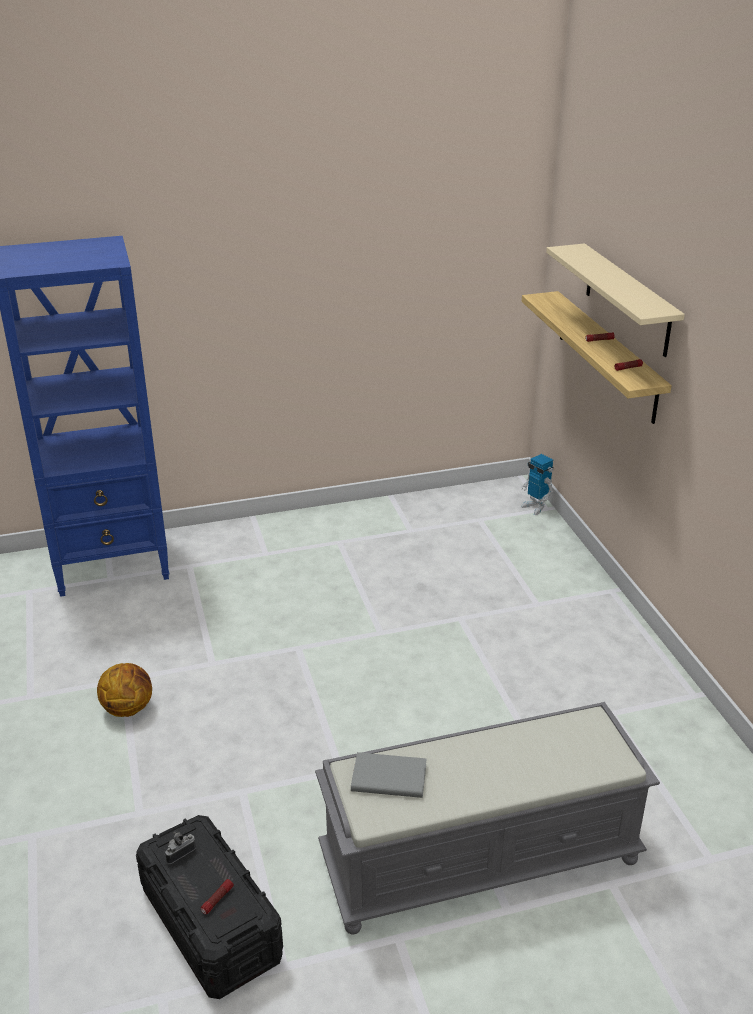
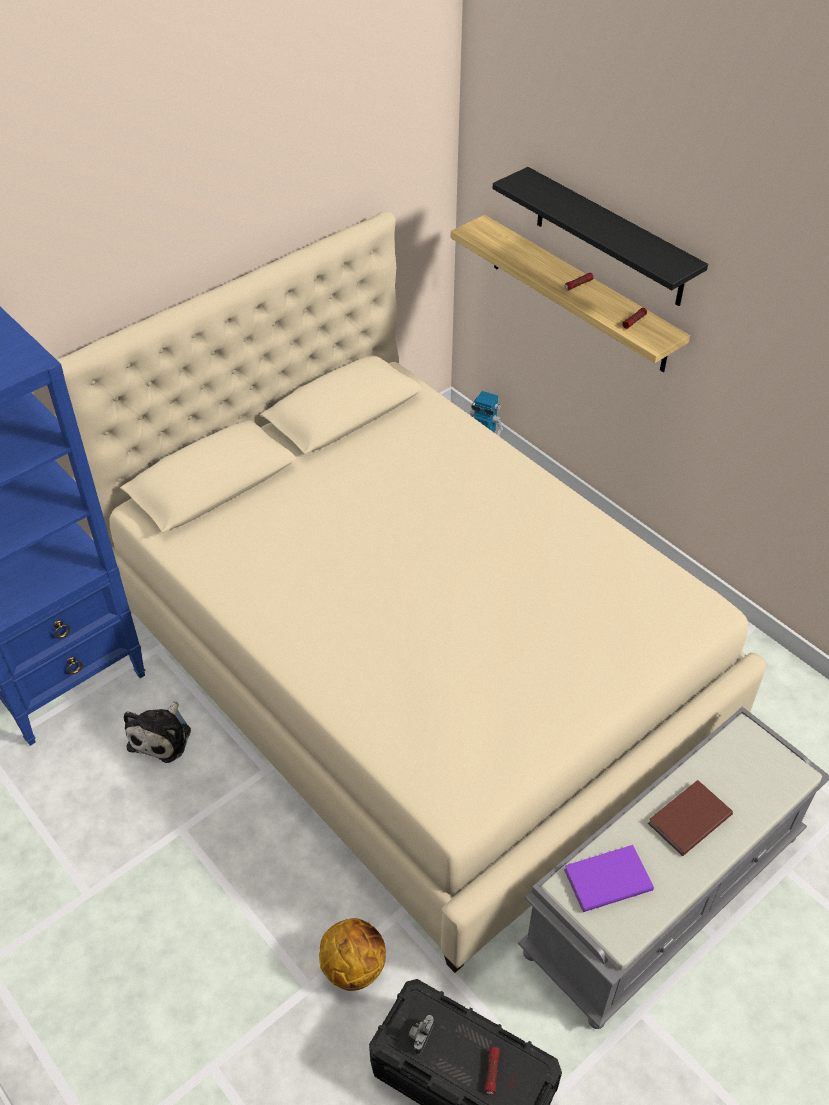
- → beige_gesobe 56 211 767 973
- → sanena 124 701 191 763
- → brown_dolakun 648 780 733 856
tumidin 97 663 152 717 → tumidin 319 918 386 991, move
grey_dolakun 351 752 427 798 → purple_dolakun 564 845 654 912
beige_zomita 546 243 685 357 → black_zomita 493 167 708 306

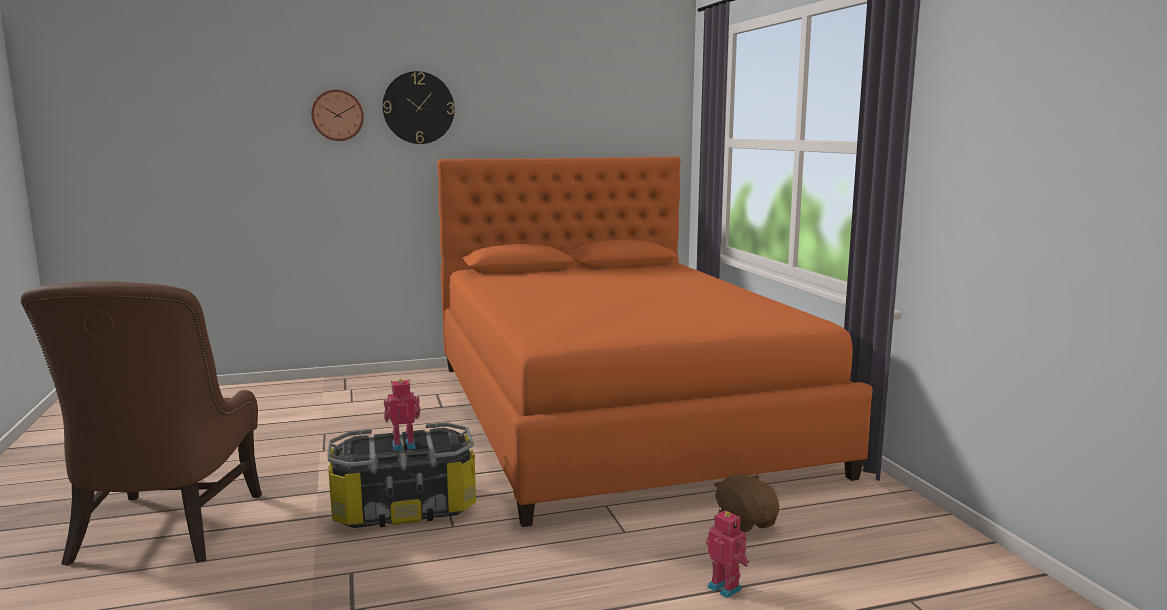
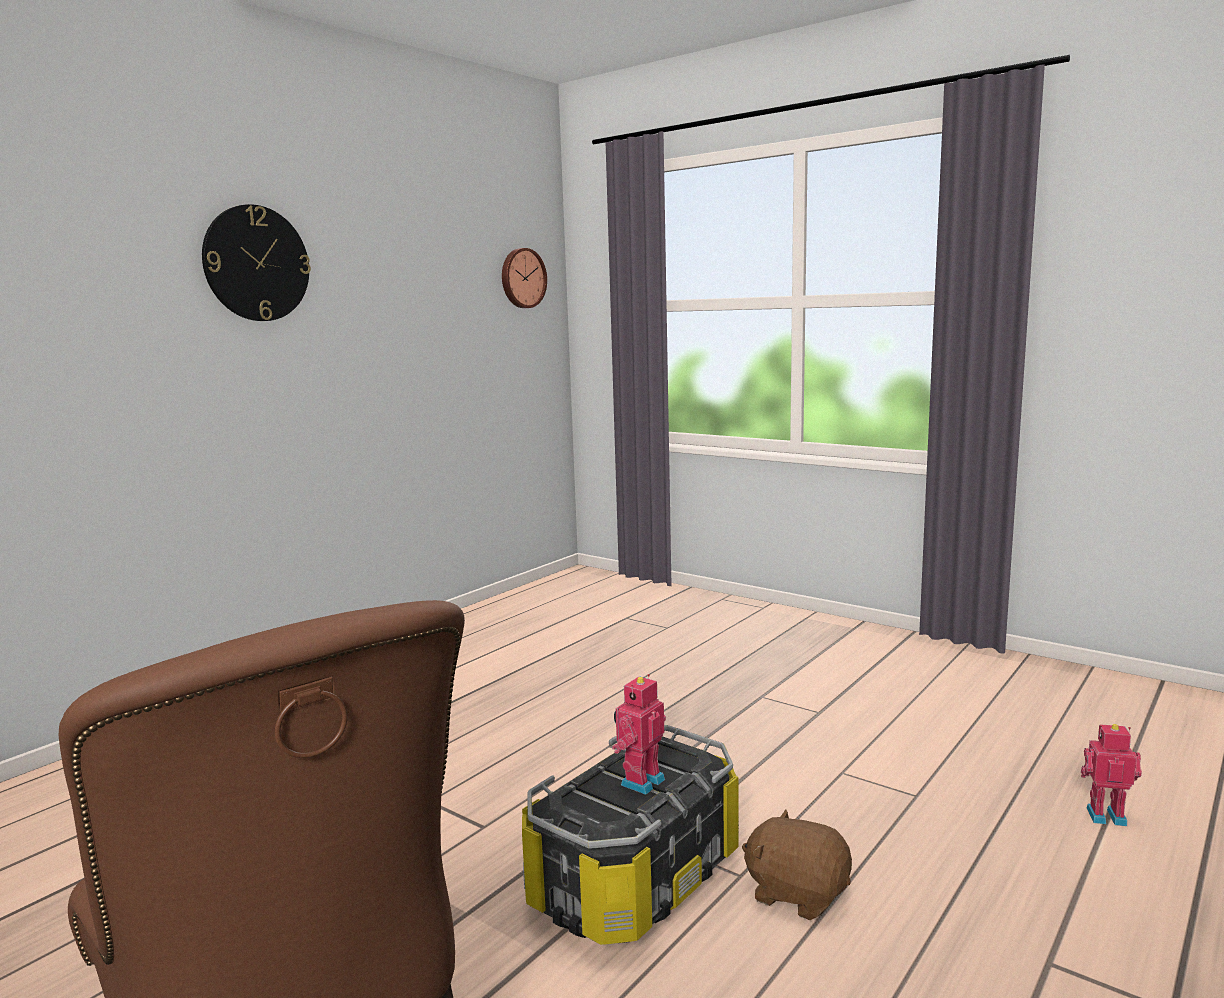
orange_gesobe 437 156 873 527 → -
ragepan 311 89 364 141 → ragepan 502 248 547 308, move
brown_sanena 714 473 779 533 → brown_sanena 742 809 852 920, move

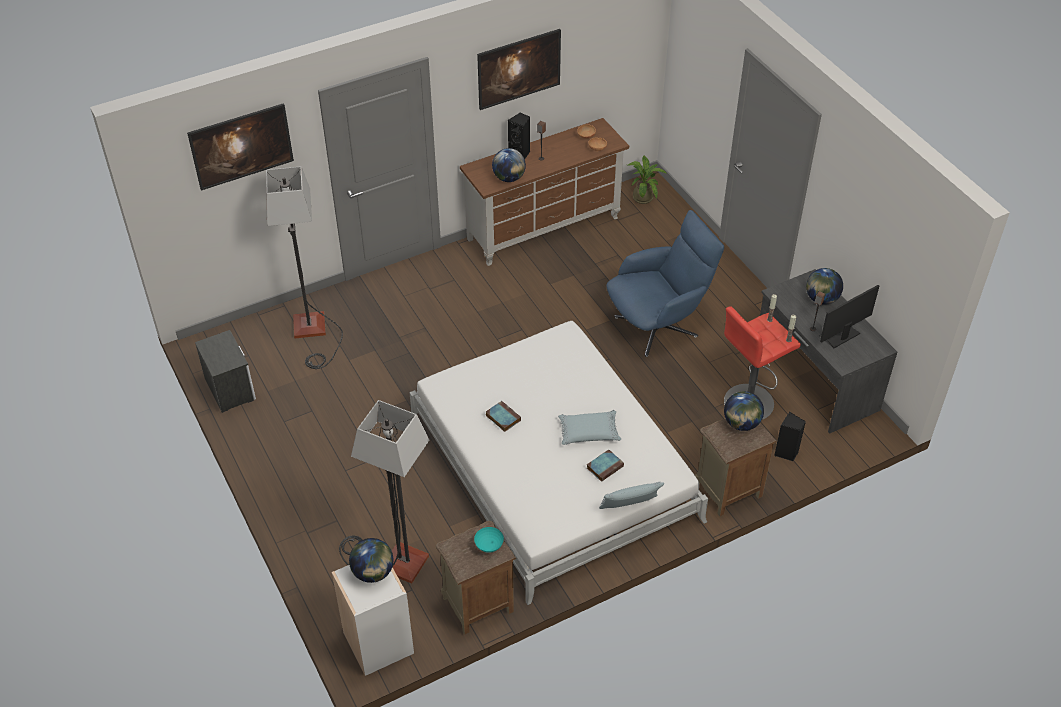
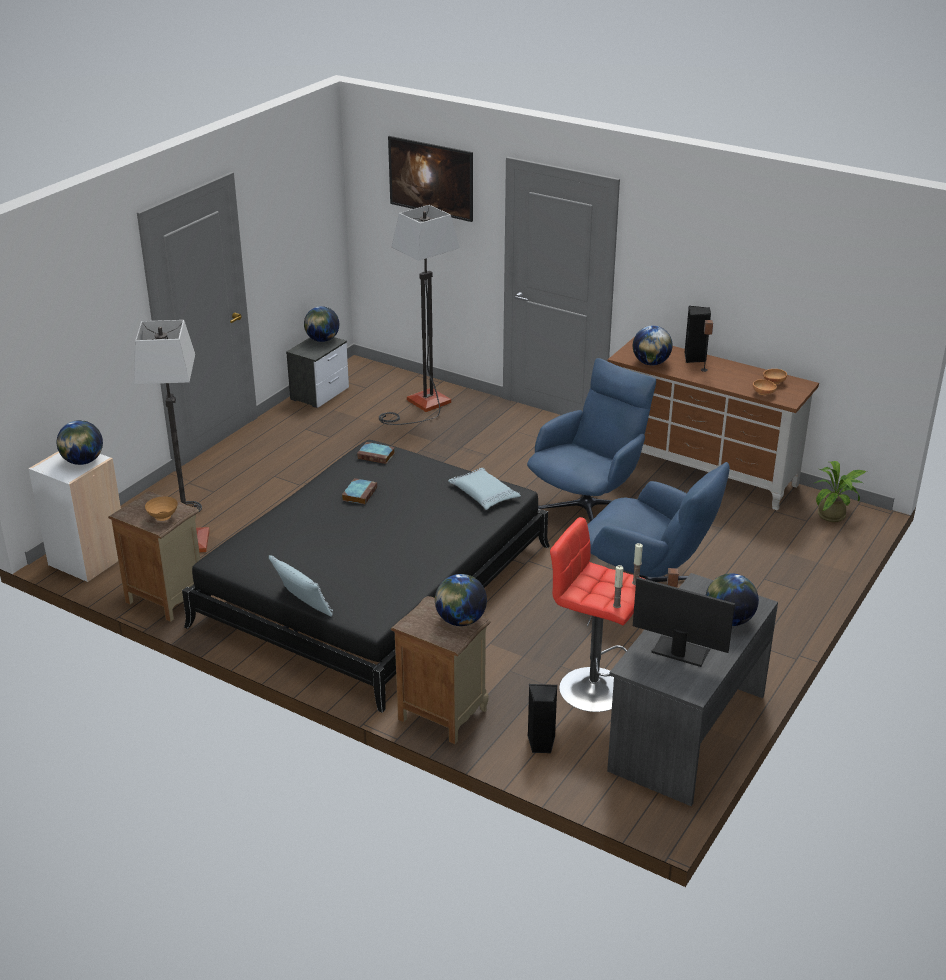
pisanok 477 29 561 110 → -
- → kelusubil 304 306 339 342
- → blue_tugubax 527 358 656 522
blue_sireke 558 410 621 445 → blue_sireke 448 468 521 510, move
dolakun 587 449 624 482 → dolakun 357 442 395 464, move
white_gesobe 409 321 708 605 → black_gesobe 182 440 550 713
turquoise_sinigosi 474 527 504 553 → brown_sinigosi 145 496 178 521

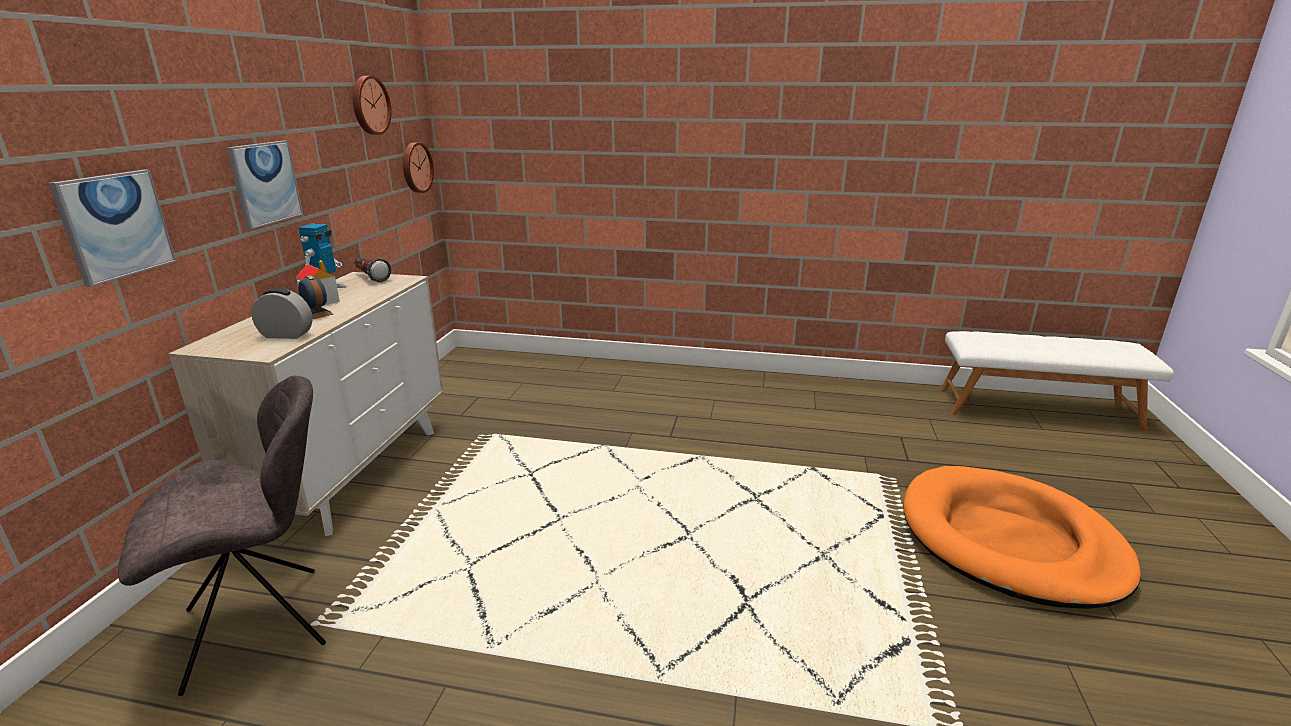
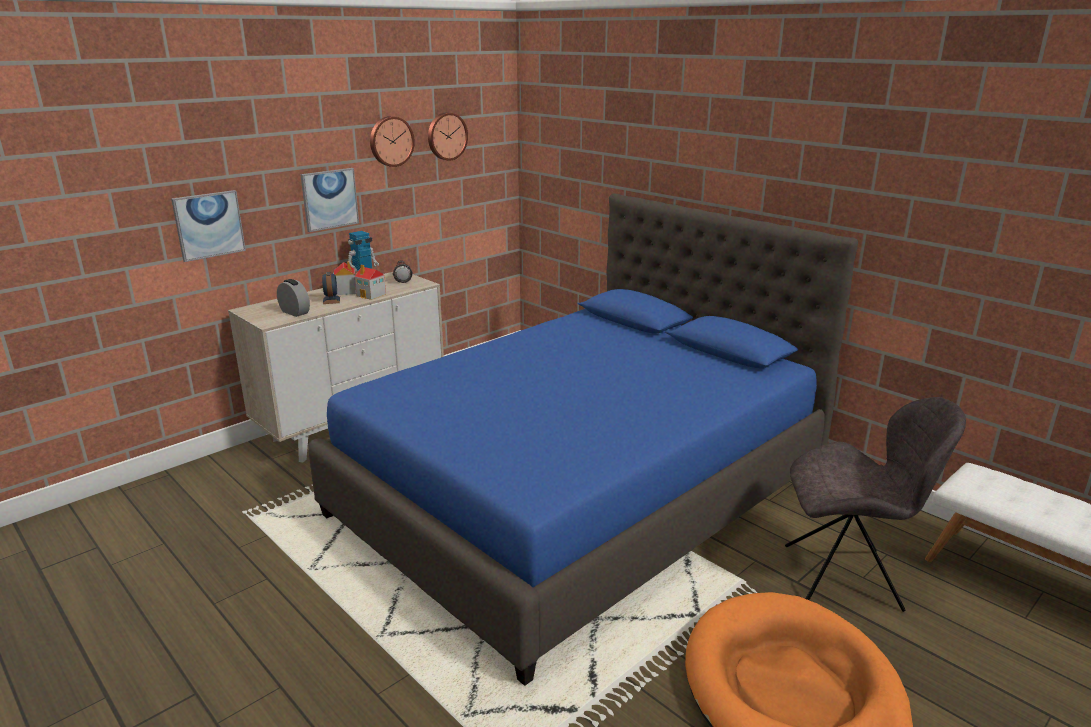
- → blue_gesobe 308 193 858 686
- → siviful 355 265 386 300
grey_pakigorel 118 375 326 696 → grey_pakigorel 785 397 966 612, move
ragepan 403 142 434 193 → ragepan 370 116 415 167, move

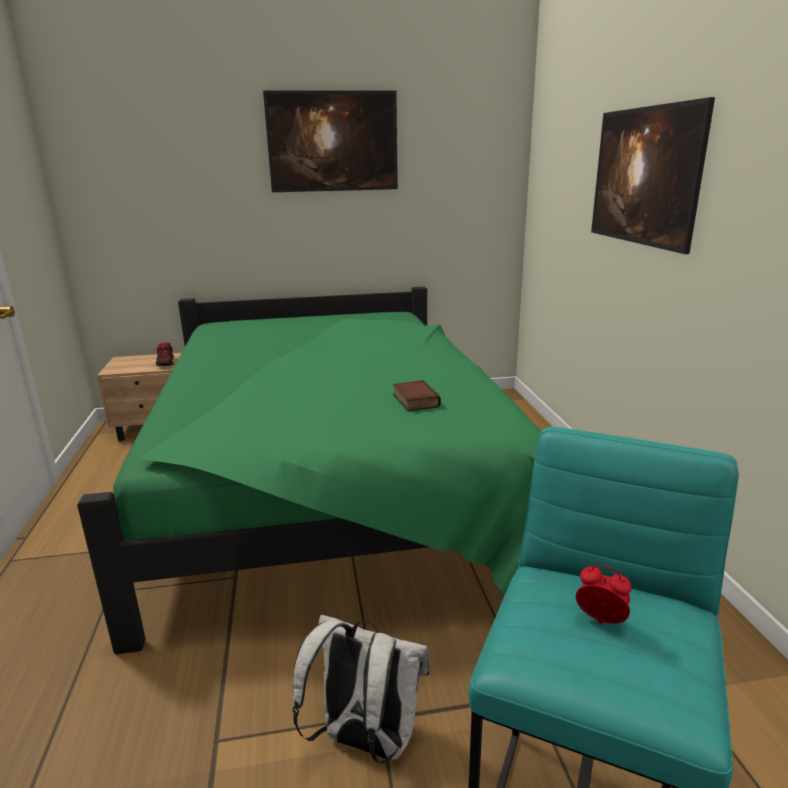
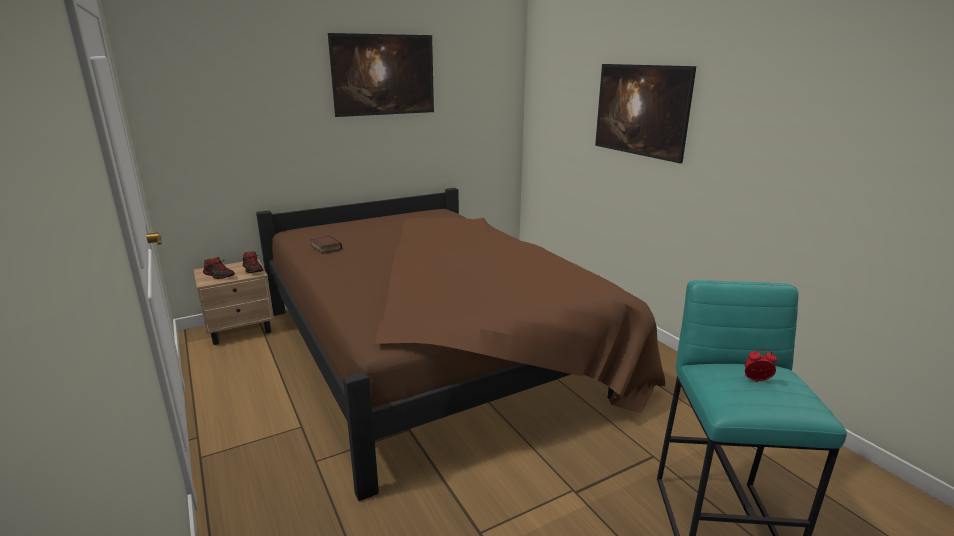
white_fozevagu 292 615 430 764 → -
- → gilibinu 203 257 235 279
dolakun 393 380 441 411 → dolakun 310 236 342 254, move
green_gesobe 77 287 542 654 → brown_gesobe 256 188 665 501

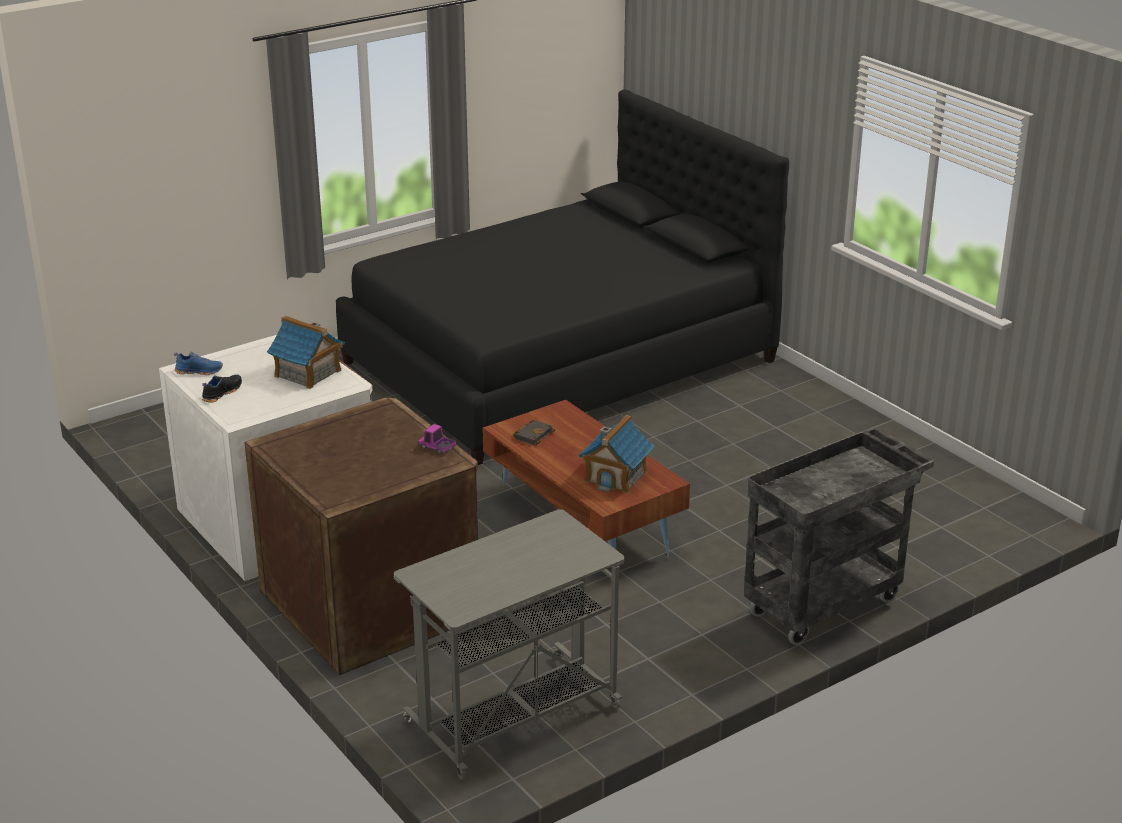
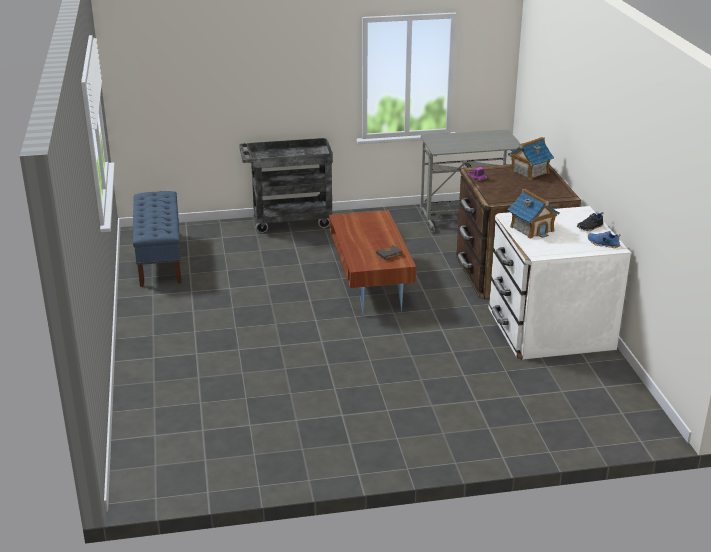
black_gesobe 336 90 789 465 → -
- → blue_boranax 133 191 182 287
siviful 579 415 654 493 → siviful 508 137 554 180, move

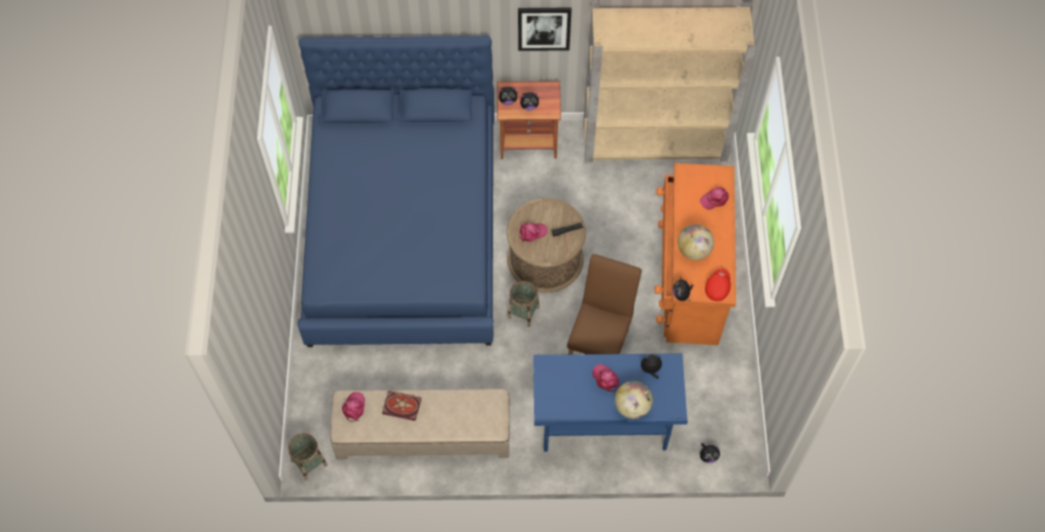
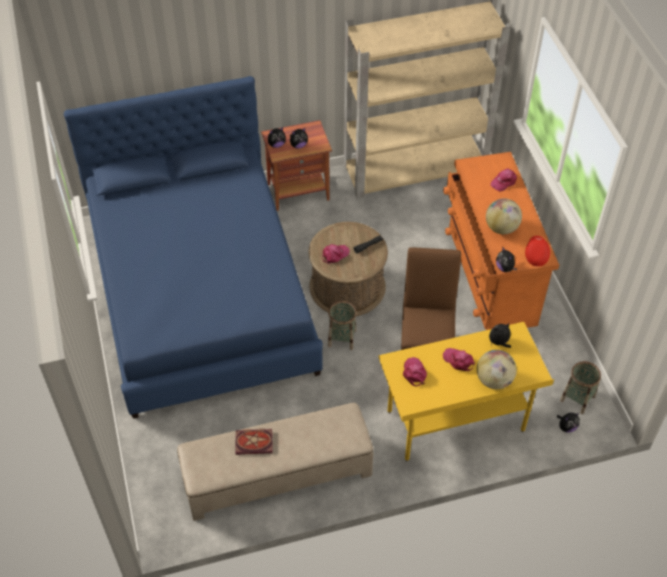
pisanok 518 8 571 51 → -
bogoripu 288 434 327 480 → bogoripu 560 361 601 414, move
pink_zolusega 342 392 365 422 → pink_zolusega 403 357 427 387, move
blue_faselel 533 353 688 452 → yellow_faselel 378 322 554 461

